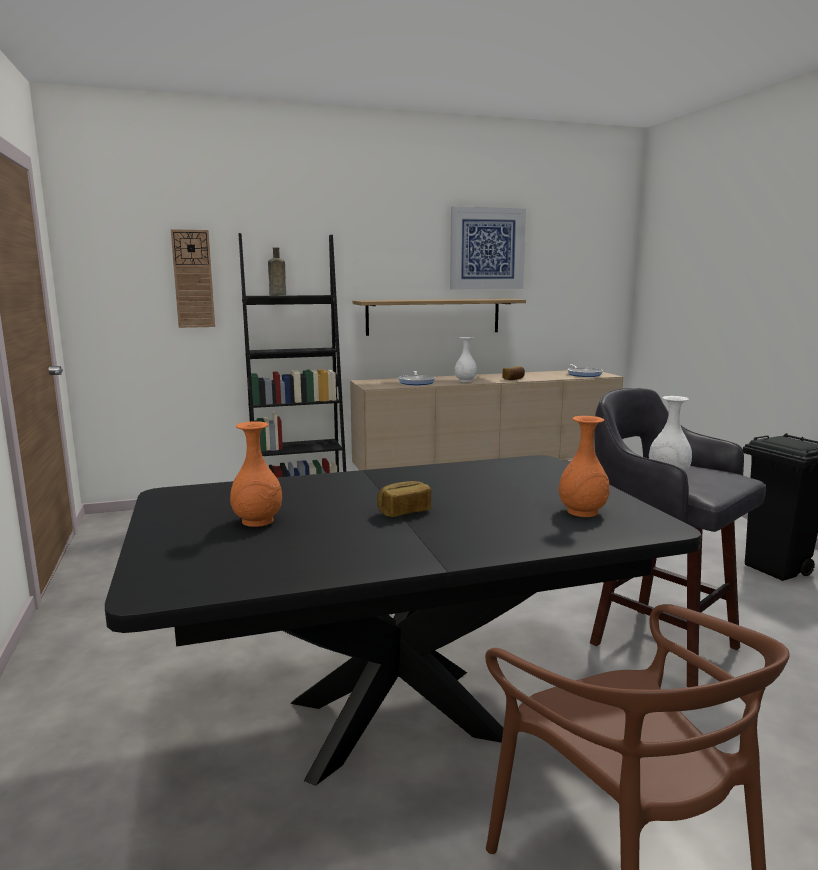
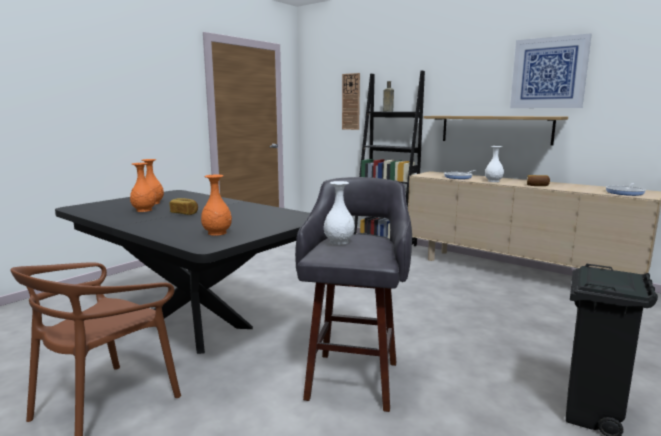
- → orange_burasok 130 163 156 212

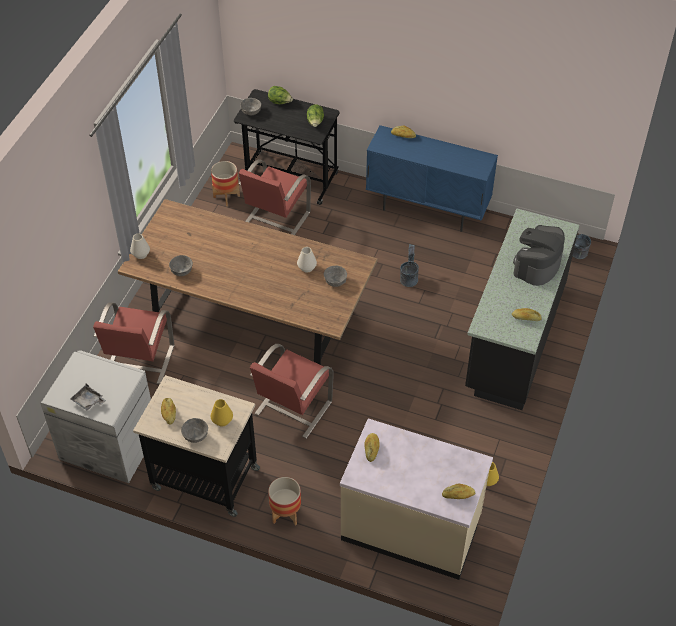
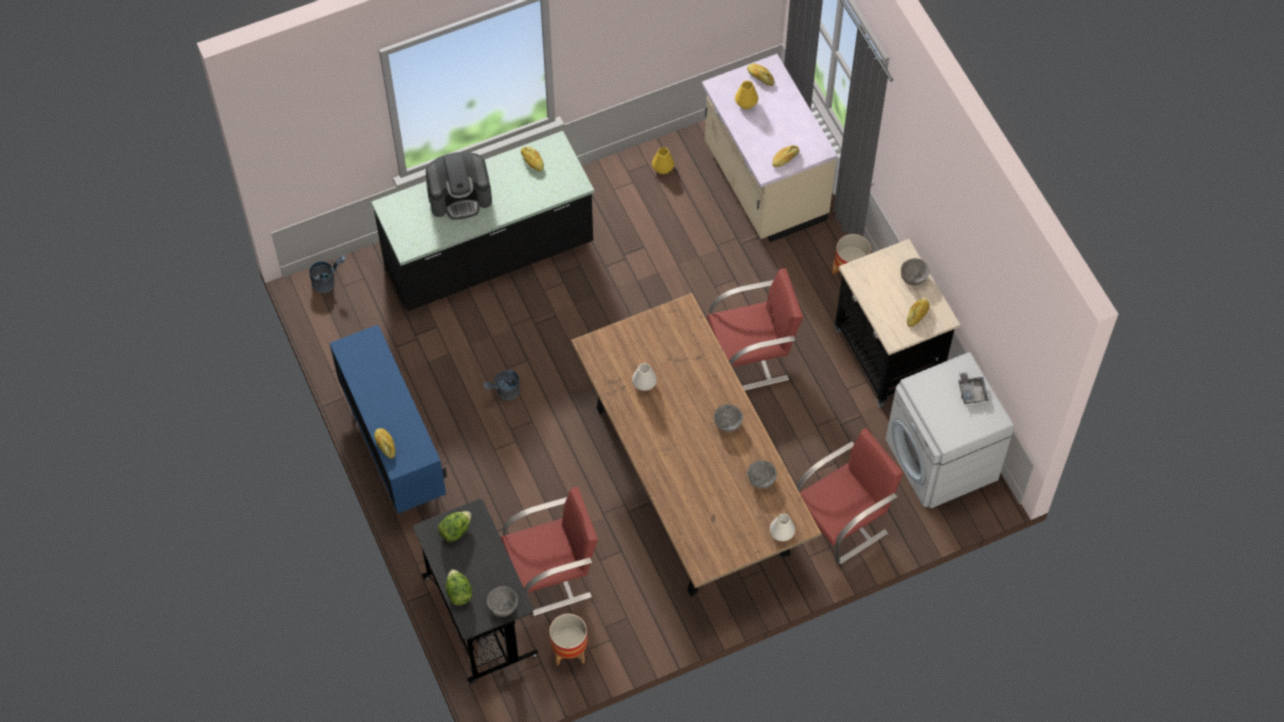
yellow_burasok 211 399 233 426 → yellow_burasok 735 81 758 109, move
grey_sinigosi 324 265 347 287 → grey_sinigosi 714 404 743 432, move

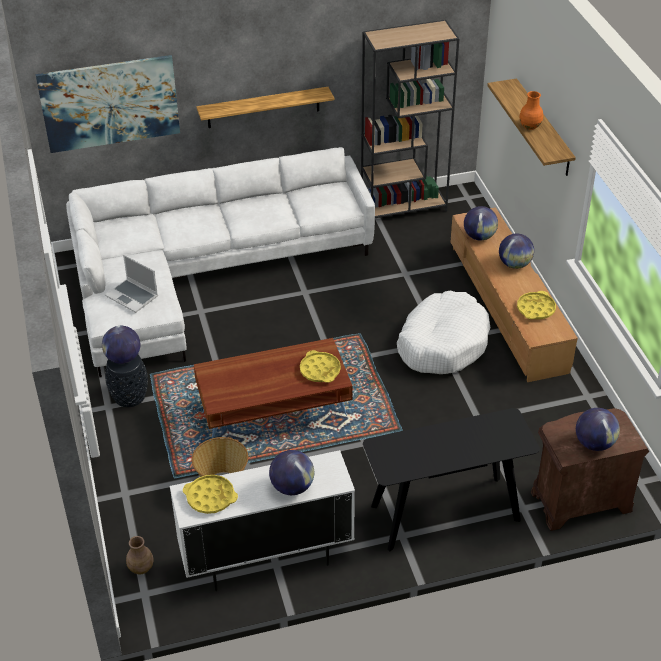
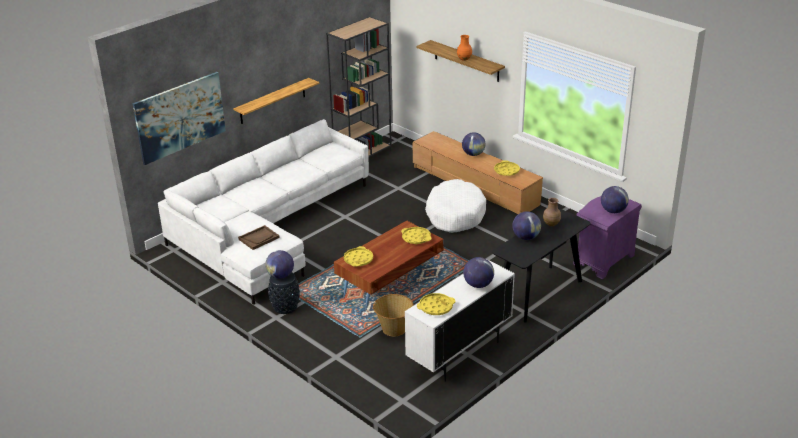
- → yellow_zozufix 344 246 373 267
brown_burasok 126 536 154 574 → brown_burasok 543 198 561 226, move
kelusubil 464 206 498 241 → kelusubil 512 211 541 240, move
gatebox 105 255 158 313 → brown_zozufix 238 225 280 250
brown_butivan 531 408 650 531 → purple_butivan 573 196 642 279

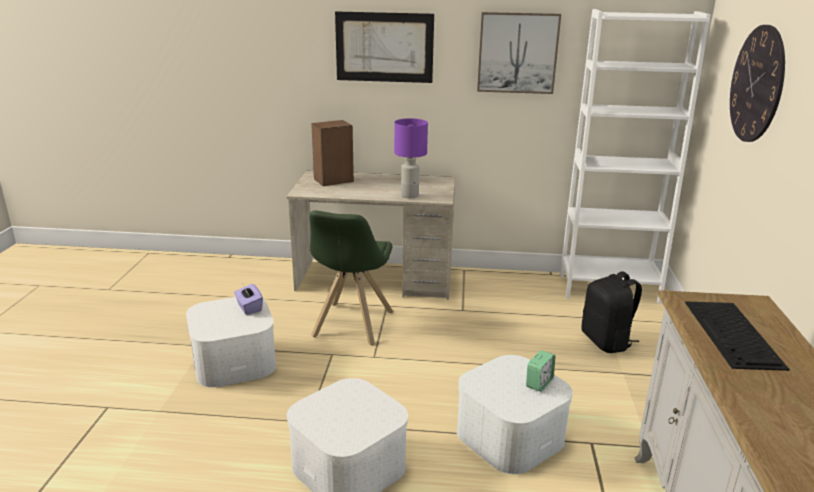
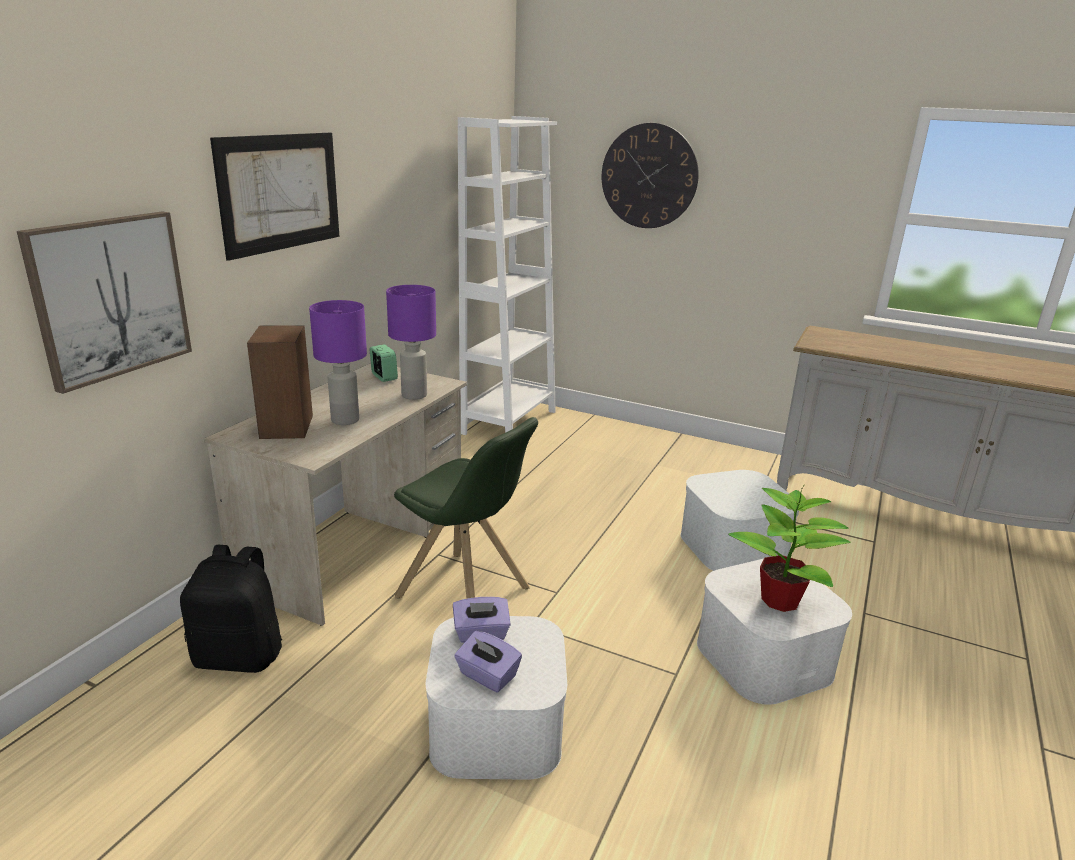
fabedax 685 301 790 371 → -
- → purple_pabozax 309 300 367 425
- → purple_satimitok 454 631 522 692
- → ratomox 728 487 850 612
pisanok 477 12 561 94 → pisanok 17 211 192 394, move
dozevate 526 350 555 392 → dozevate 370 344 398 382, move
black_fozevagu 582 272 642 353 → black_fozevagu 180 545 282 673, move

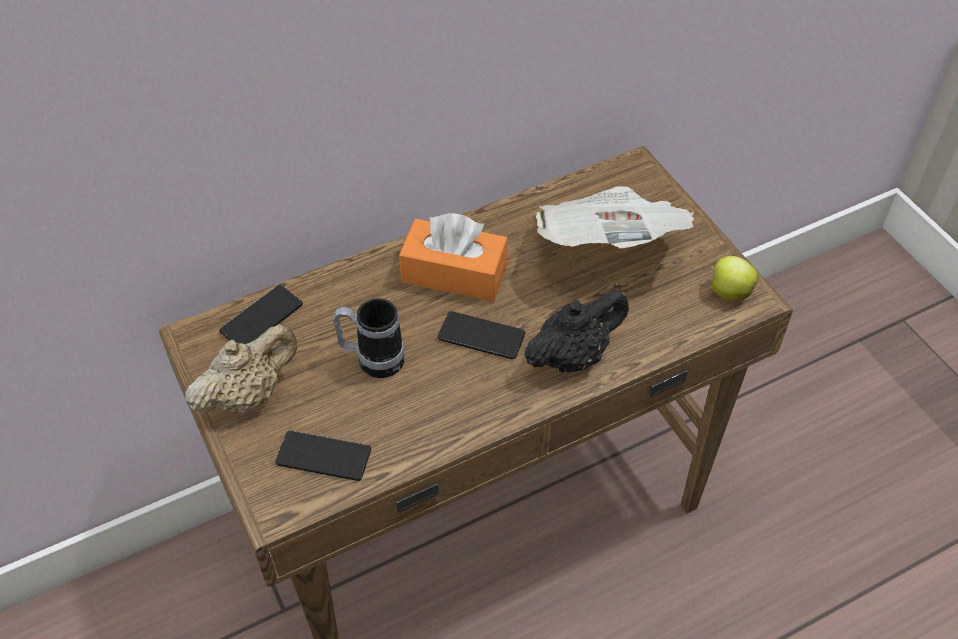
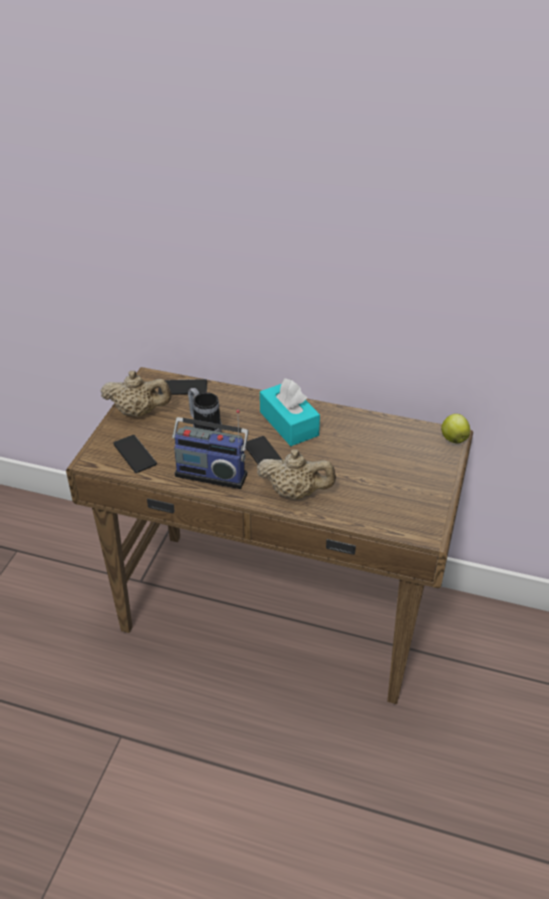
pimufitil 536 186 694 248 → -
- → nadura 172 410 249 489
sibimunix 710 256 759 300 → sibimunix 441 414 470 444, move
orange_satimitok 399 213 508 302 → turquoise_satimitok 260 378 320 446
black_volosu 524 290 629 372 → beige_volosu 257 449 336 500

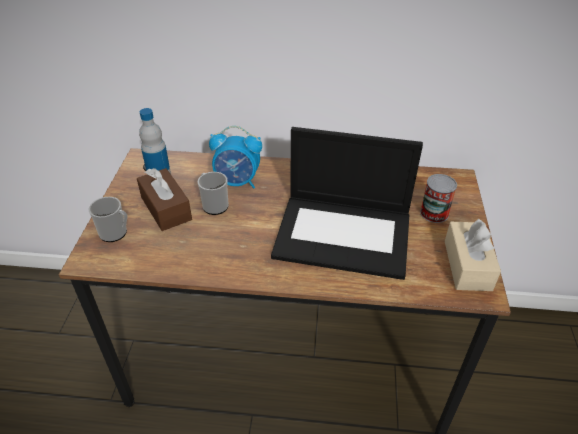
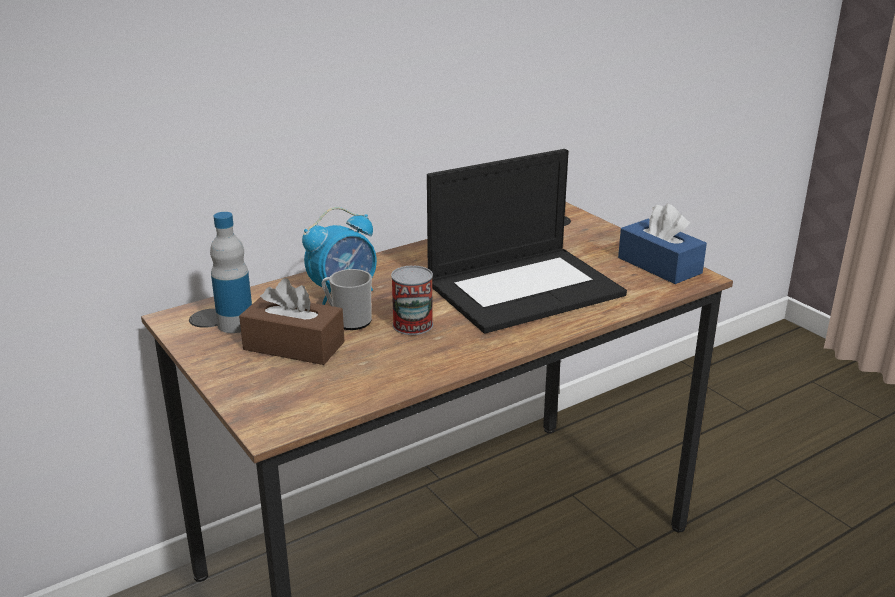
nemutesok 89 197 128 242 → -
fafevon 420 174 457 223 → fafevon 391 266 433 335, move
beige_satimitok 445 218 501 291 → blue_satimitok 618 203 707 284

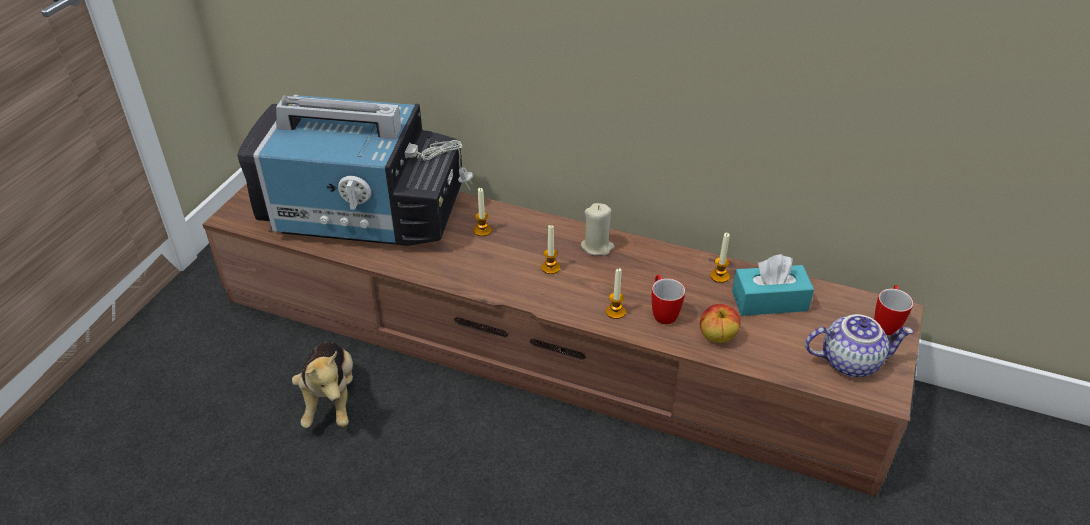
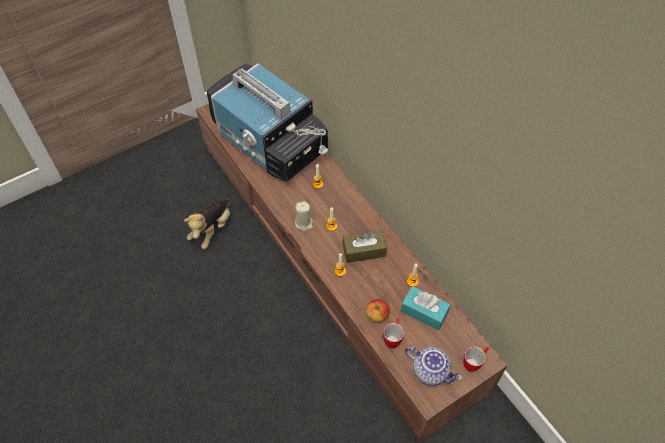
- → brown_satimitok 343 230 387 263
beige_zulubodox 581 203 615 256 → beige_zulubodox 295 201 313 231, move
nemutesok 652 275 685 324 → nemutesok 383 318 404 348, move

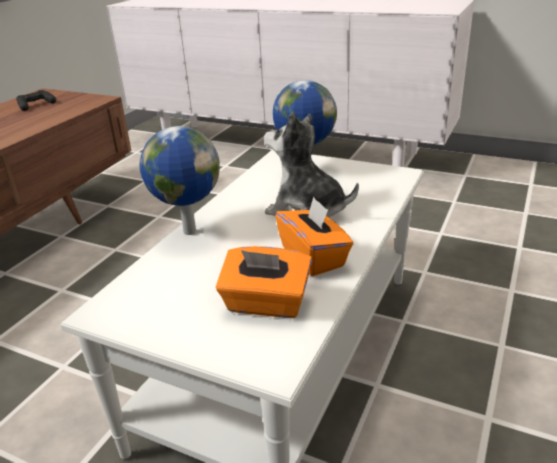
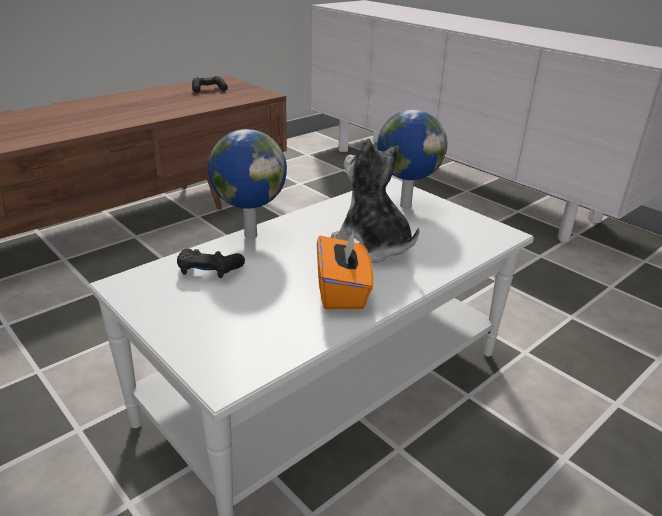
orange_satimitok 216 246 312 318 → -
- → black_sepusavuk 177 249 245 278

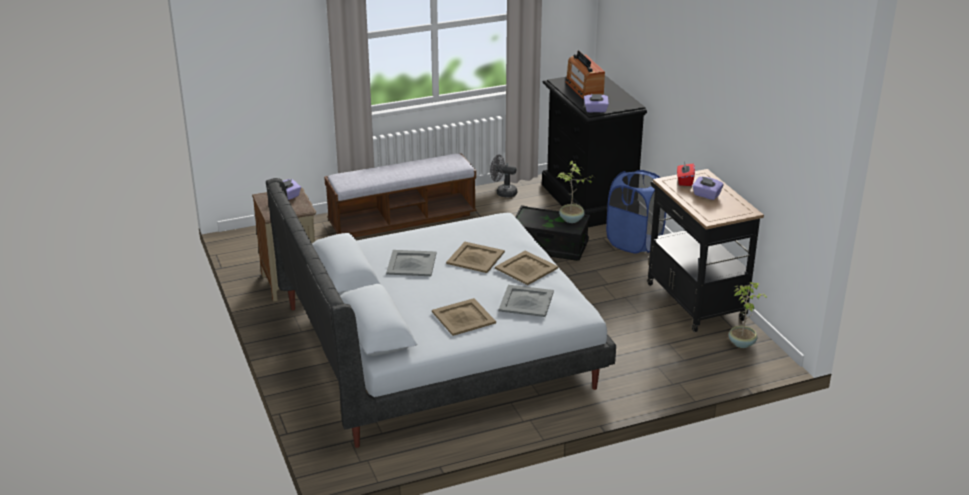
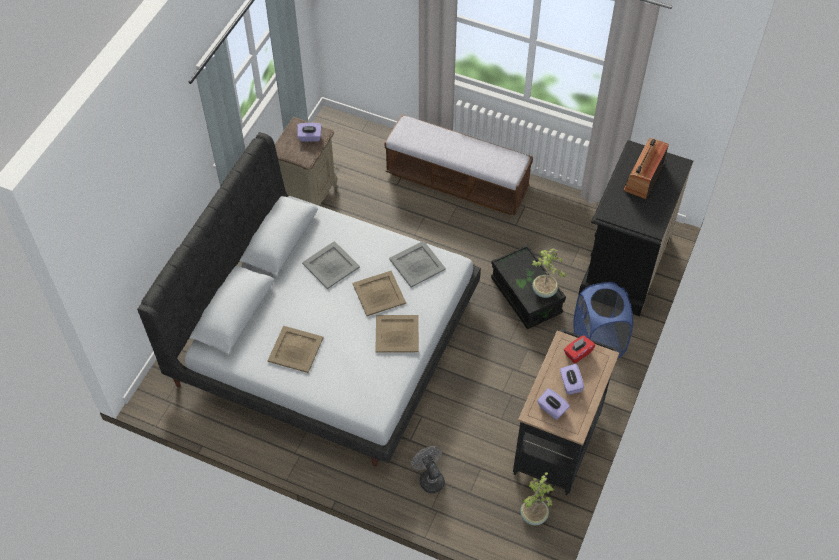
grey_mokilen 490 155 517 197 → grey_mokilen 411 446 445 493, move
grey_zozufix 499 285 554 317 → grey_zozufix 389 241 446 288, move
purple_satimitok 584 94 609 112 → purple_satimitok 537 388 570 420, move

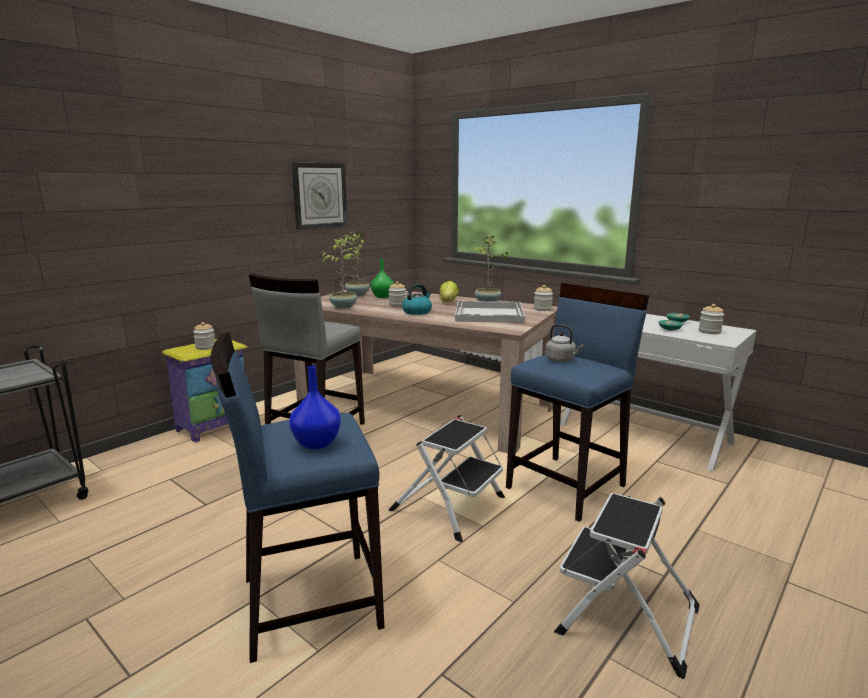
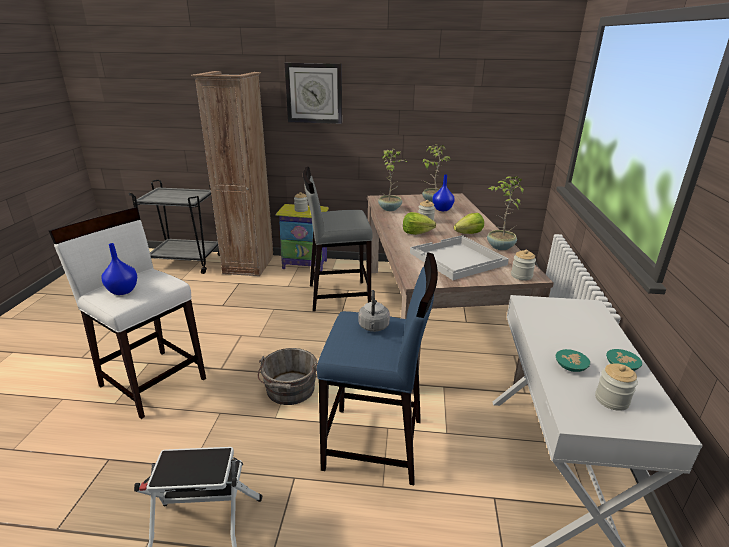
- → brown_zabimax 191 71 273 276
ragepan 292 162 348 230 → ragepan 285 63 342 124, move
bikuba 389 415 505 542 → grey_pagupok 258 348 317 405
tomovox 402 284 432 315 → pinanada 403 212 436 235
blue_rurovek 210 332 384 663 → white_rurovek 49 207 206 419
green_burasok 371 259 394 298 → blue_burasok 432 174 455 211

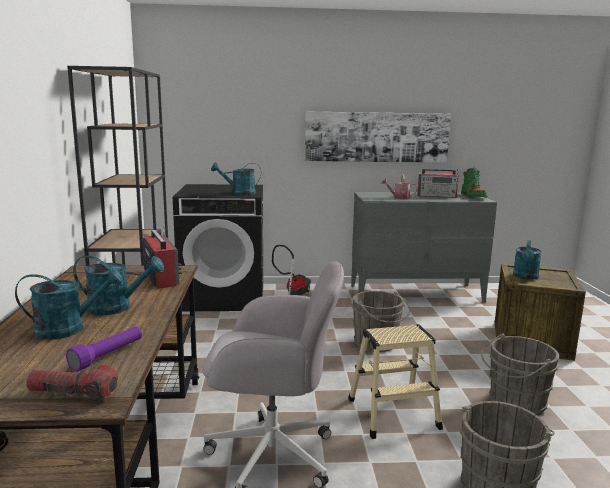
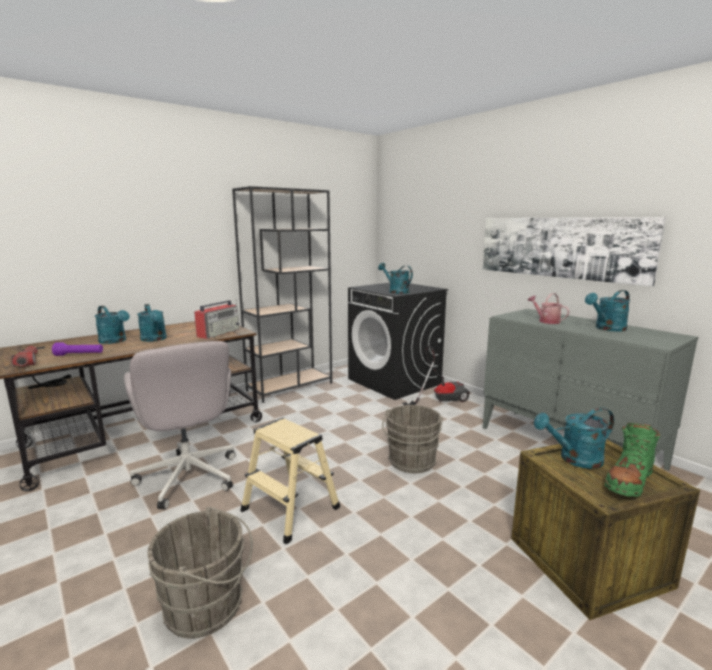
grey_pagupok 481 334 559 415 → -
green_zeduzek 461 168 488 199 → green_zeduzek 605 423 660 497, move
nadura 417 169 459 198 → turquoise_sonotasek 585 290 630 332

